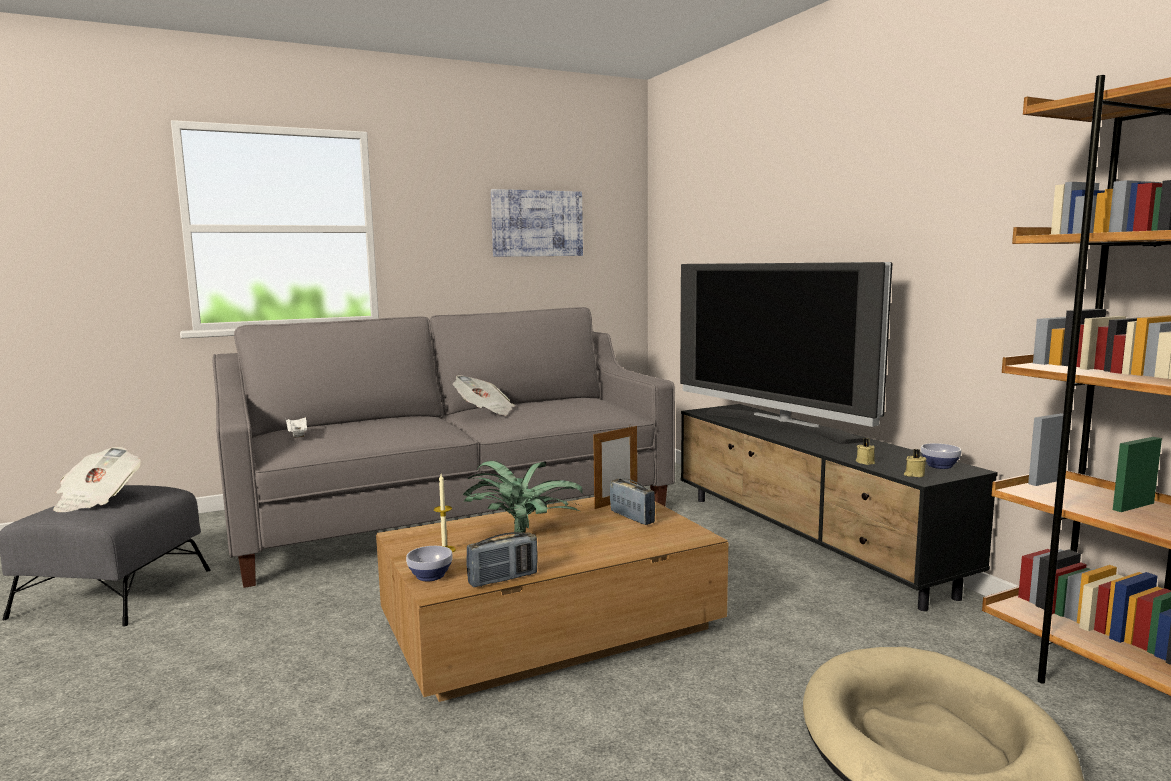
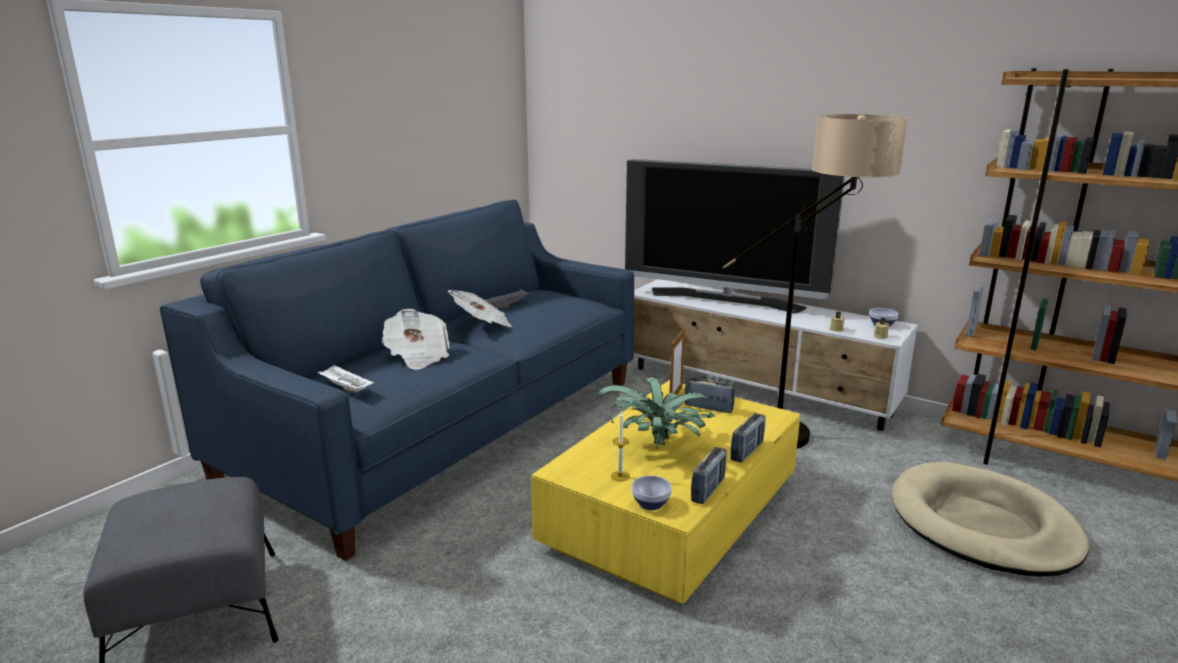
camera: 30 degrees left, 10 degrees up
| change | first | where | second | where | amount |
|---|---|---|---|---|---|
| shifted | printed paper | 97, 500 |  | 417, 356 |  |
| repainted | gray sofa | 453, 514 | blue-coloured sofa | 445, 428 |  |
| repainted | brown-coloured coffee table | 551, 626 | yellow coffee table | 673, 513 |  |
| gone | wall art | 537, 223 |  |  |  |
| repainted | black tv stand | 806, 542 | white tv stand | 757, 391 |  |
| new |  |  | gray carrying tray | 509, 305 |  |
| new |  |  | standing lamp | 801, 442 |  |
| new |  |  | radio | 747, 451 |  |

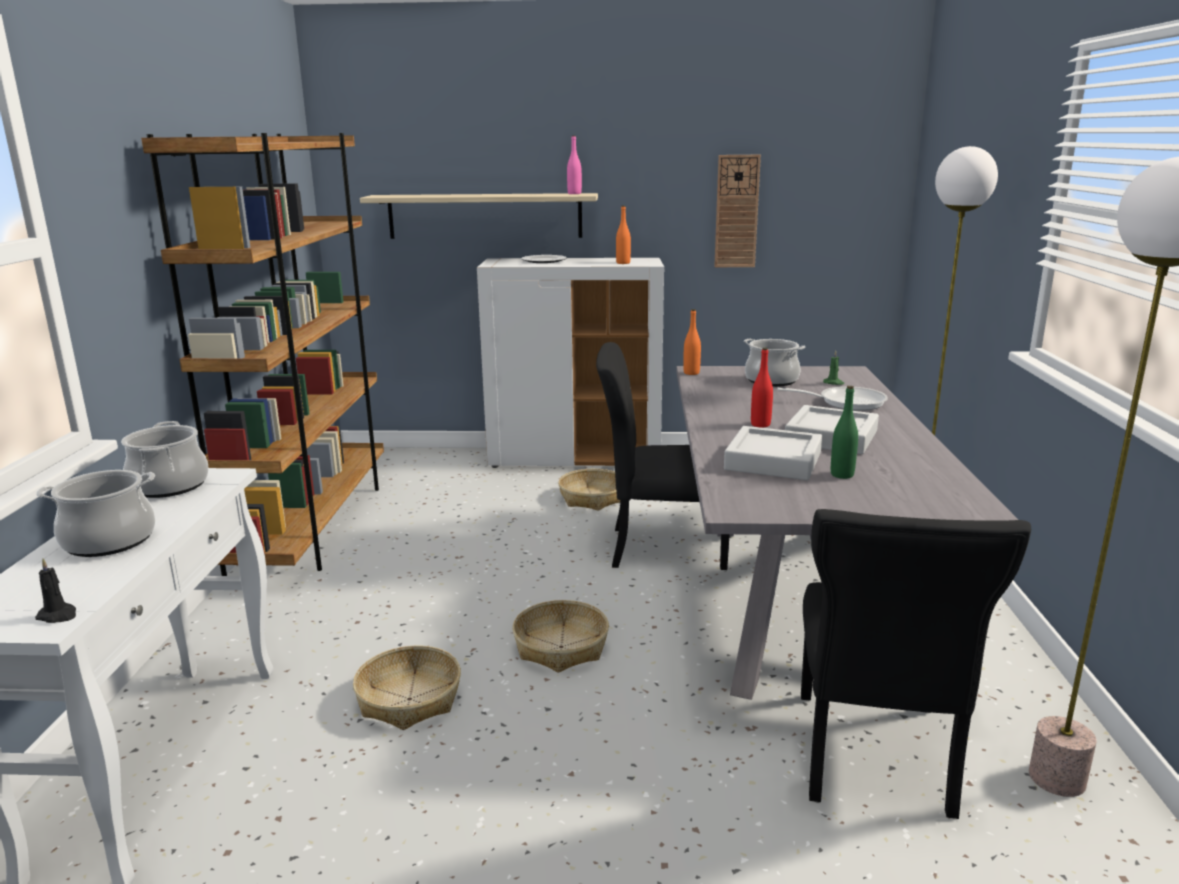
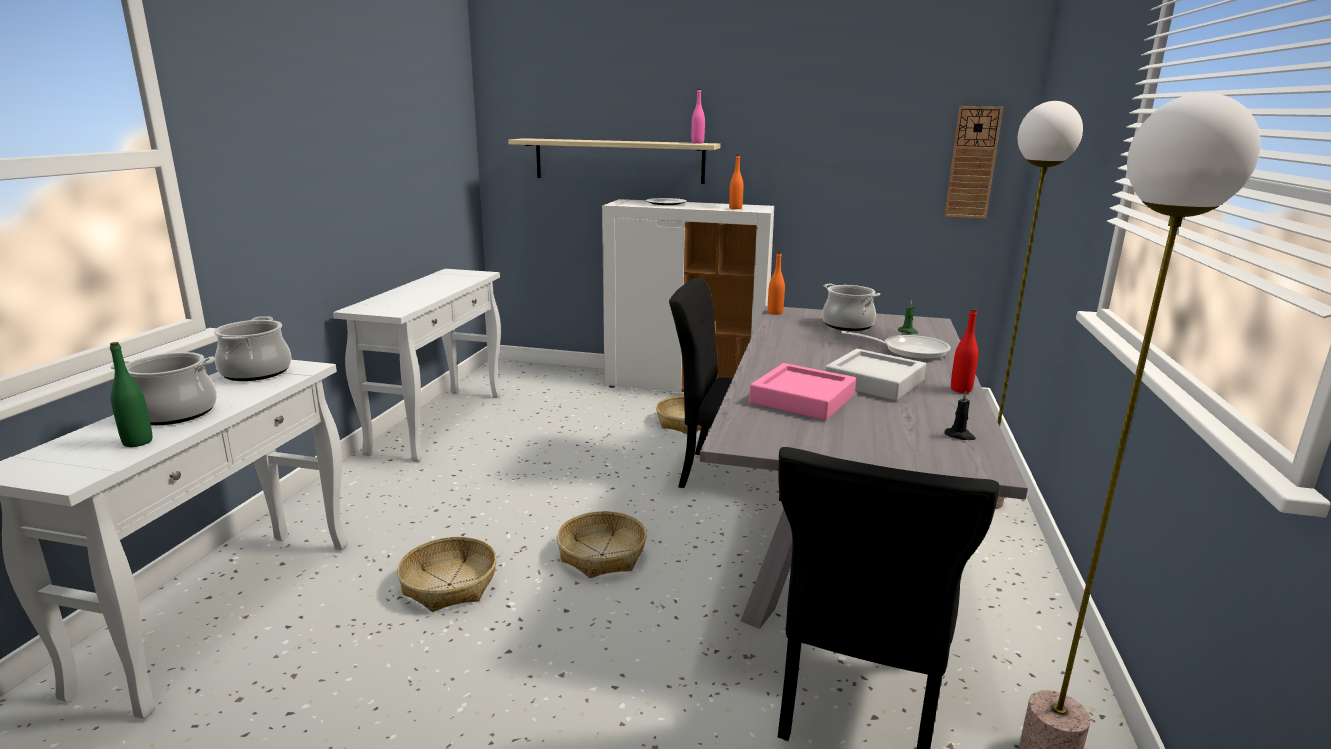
camera: 10 degrees right, 0 degrees up
| change | first | where | second | where | amount |
|---|---|---|---|---|---|
| shifted | black candle | 58, 616 |  | 960, 436 |  |
| swapped | brown-coloured shelving unit | 314, 525 | white hall table | 438, 422 |  |
| shifted | clock on the wall | 736, 211 |  | 972, 163 |  |
| repainted | gray carrying tray | 773, 461 | pinkish carrying tray | 802, 399 |  |
| shifted | red bottle | 760, 424 |  | 961, 389 |  |
| shifted | green-coloured bottle | 842, 475 |  | 138, 442 |  |

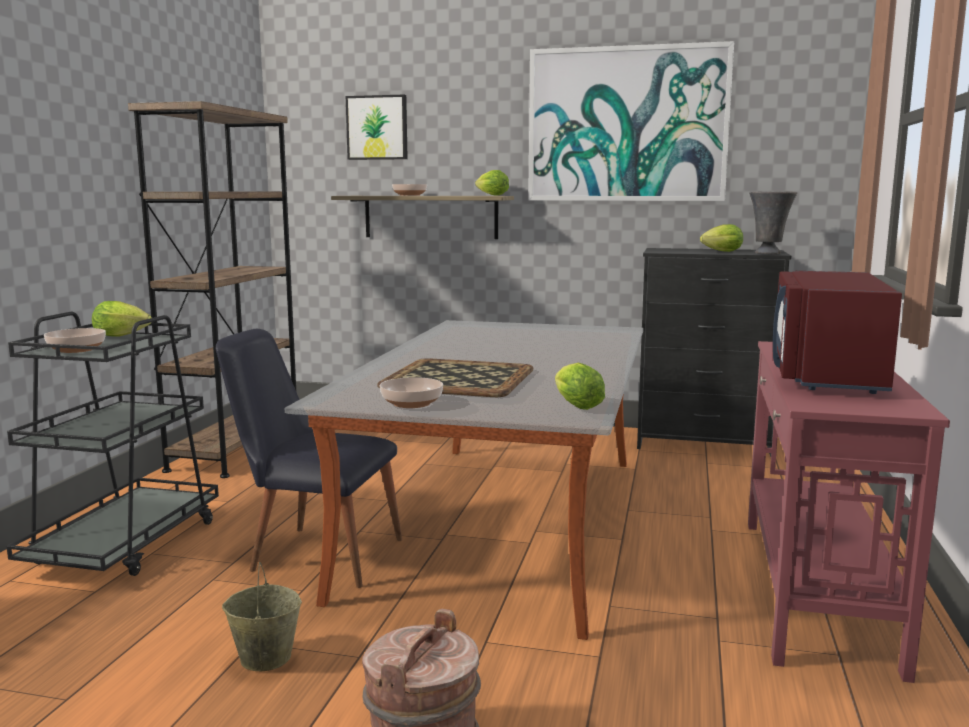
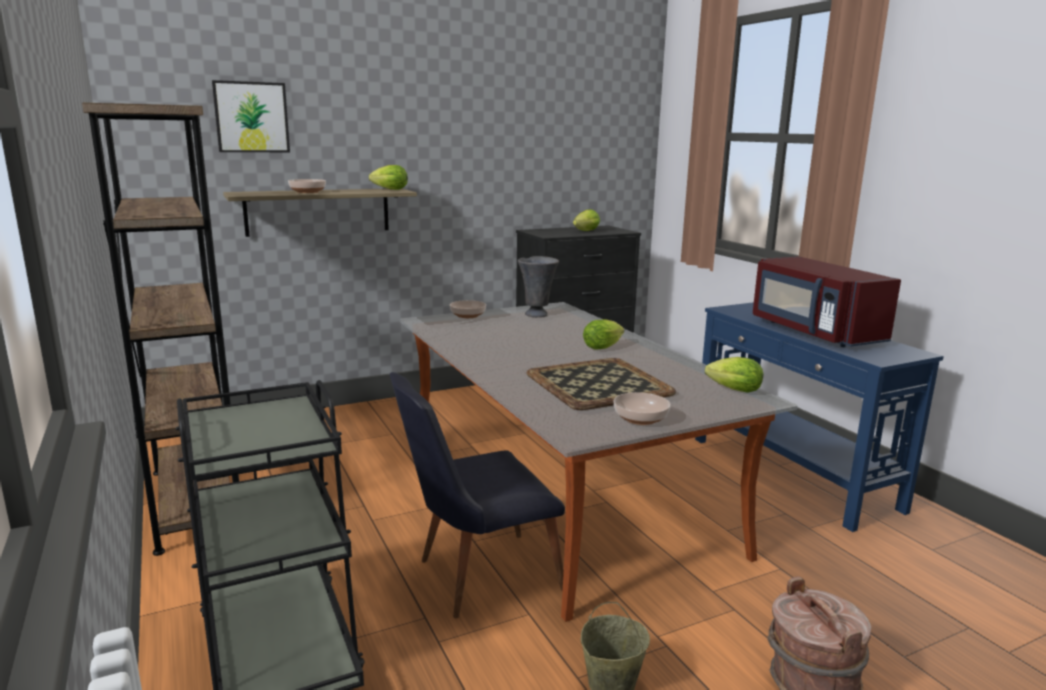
camera: 40 degrees left, 5 degrees up
| change | first | where | second | where | amount |
|---|---|---|---|---|---|
| shifted | serving bowl | 75, 349 |  | 467, 315 |  |
| shifted | lettuce head | 124, 336 |  | 604, 347 |  |
| gone | wall art | 627, 125 |  |  |  |
| repainted | red hall table | 814, 589 | blue-coloured hall table | 791, 473 |  |
| shifted | gray vase | 769, 253 |  | 537, 314 |  |

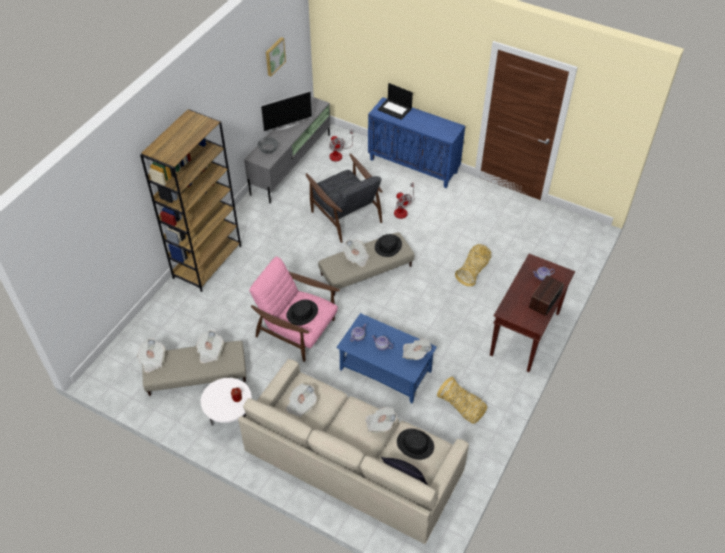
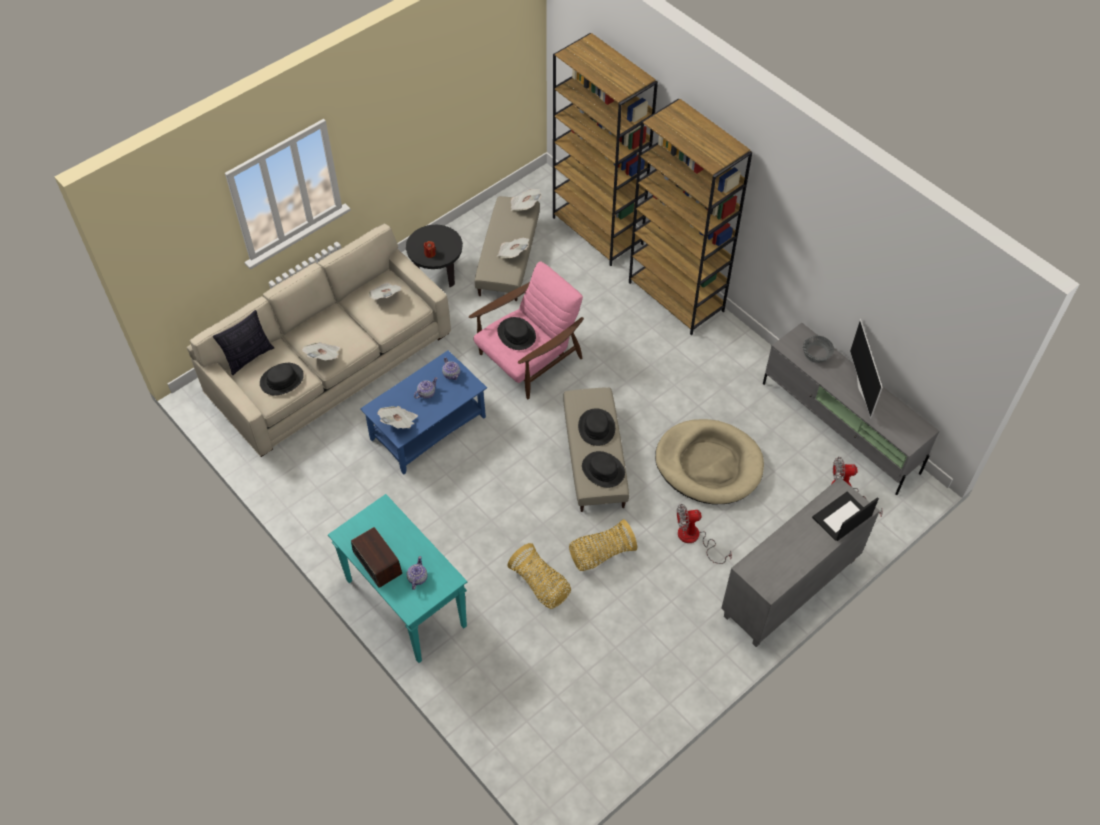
camera: 110 degrees right, 5 degrees up
| change | first | where | second | where | amount |
|---|---|---|---|---|---|
| repainted | white accent table | 230, 419 | black accent table | 437, 273 |  |
| gone | wall art | 274, 56 |  |  |  |
| swapped | gray lounge chair | 345, 215 | beige pet bed | 708, 464 |  |
| swapped | printed paper | 356, 258 | black wearable hat | 596, 427 |  |
| repainted | blue-coloured cabinet | 414, 165 | gray cabinet | 789, 589 |  |
| shifted | household basket | 462, 407 |  | 600, 554 |  |
| repainted | brown-coloured hall table | 525, 335 | blue-green hall table | 404, 603 |  |
| new |  |  | brown-coloured shelving unit | 598, 231 |  |

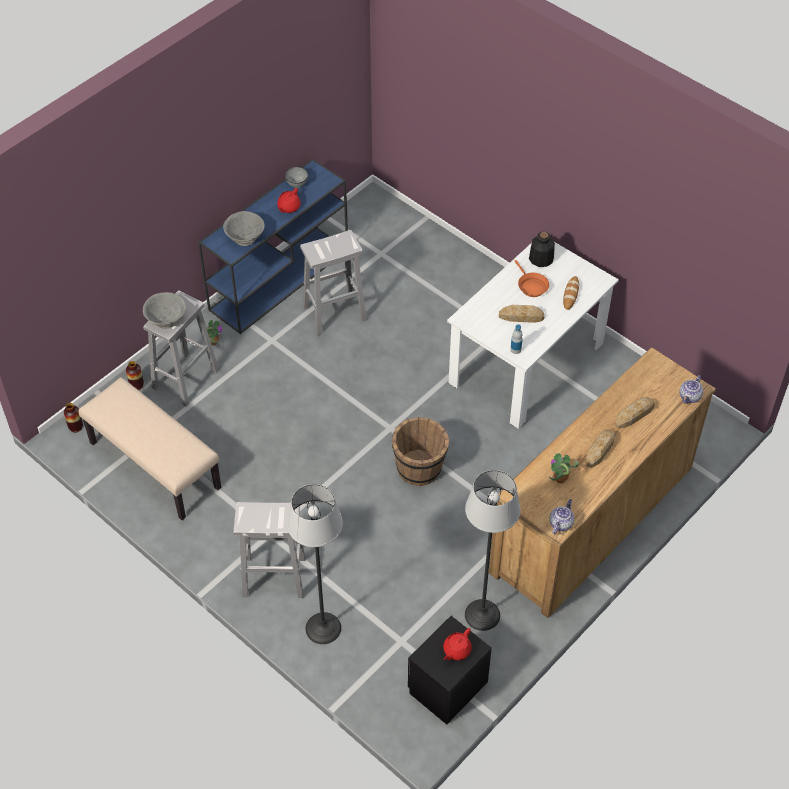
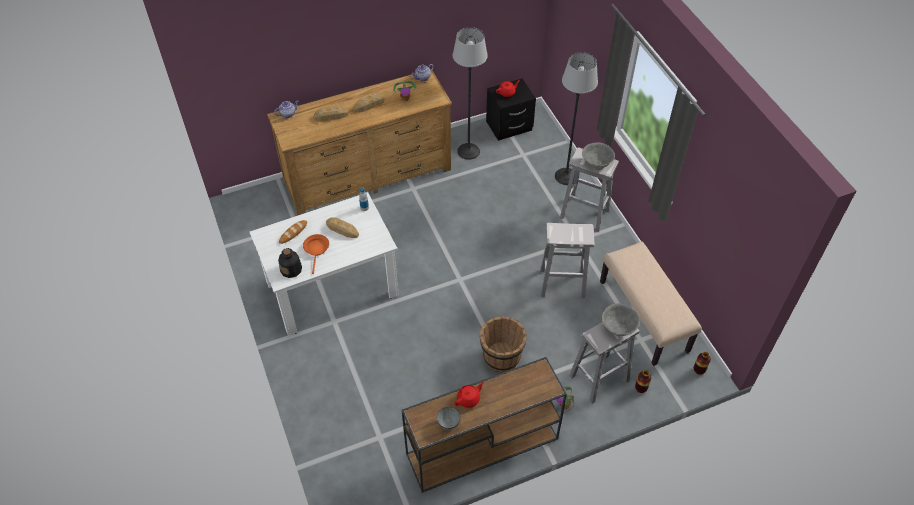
camera: 155 degrees left, 0 degrees up
| change | first | where | second | where | amount |
|---|---|---|---|---|---|
| repainted | blue-coloured hall table | 280, 278 | brown-coloured hall table | 481, 447 |  |
| shifted | gray serving bowl | 245, 238 |  | 596, 164 |  |
| shifted | white stool seat | 335, 313 |  | 561, 283 |  |
| shifted | brown-coloured water bucket | 419, 468 |  | 501, 357 |  |

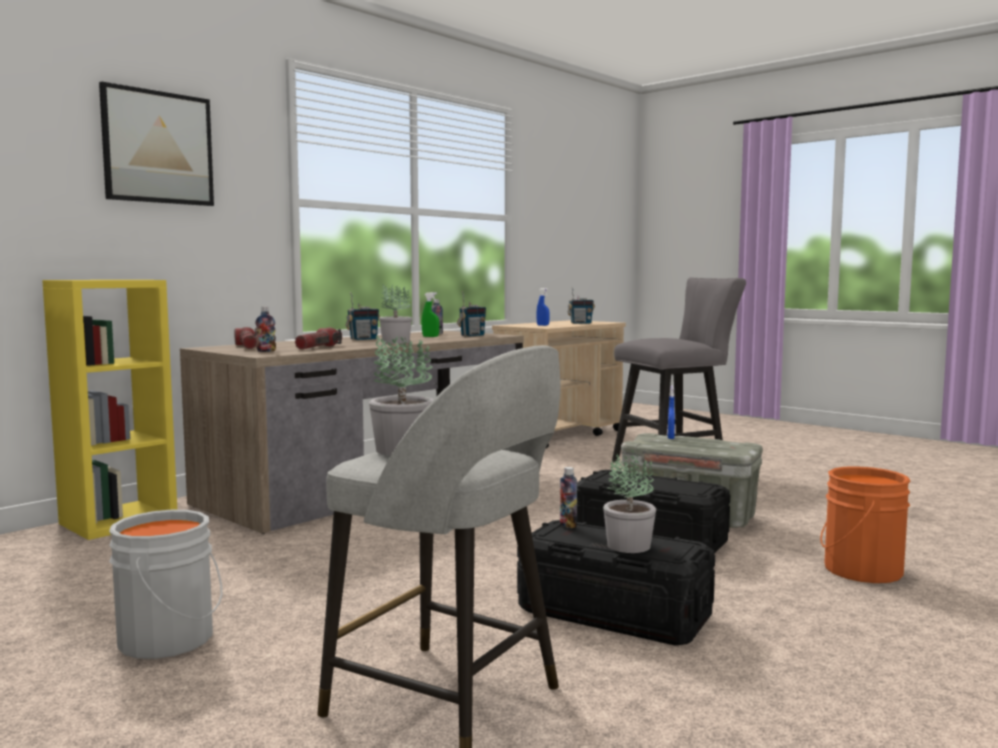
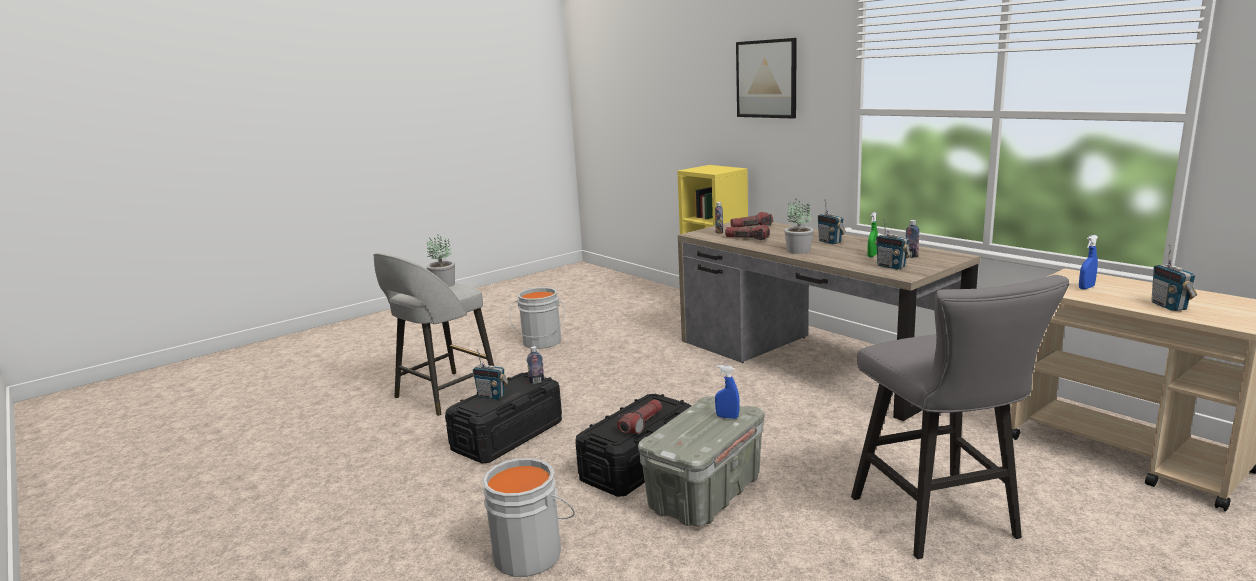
camera: 100 degrees right, 10 degrees up
| change | first | where | second | where | amount |
|---|---|---|---|---|---|
| swapped | houseplant | 628, 545 | radio | 491, 396 |  |
| repainted | orange-coloured water bucket | 858, 570 | gray water bucket | 529, 553 |  |
| new |  |  | flashlight | 641, 424 |  |

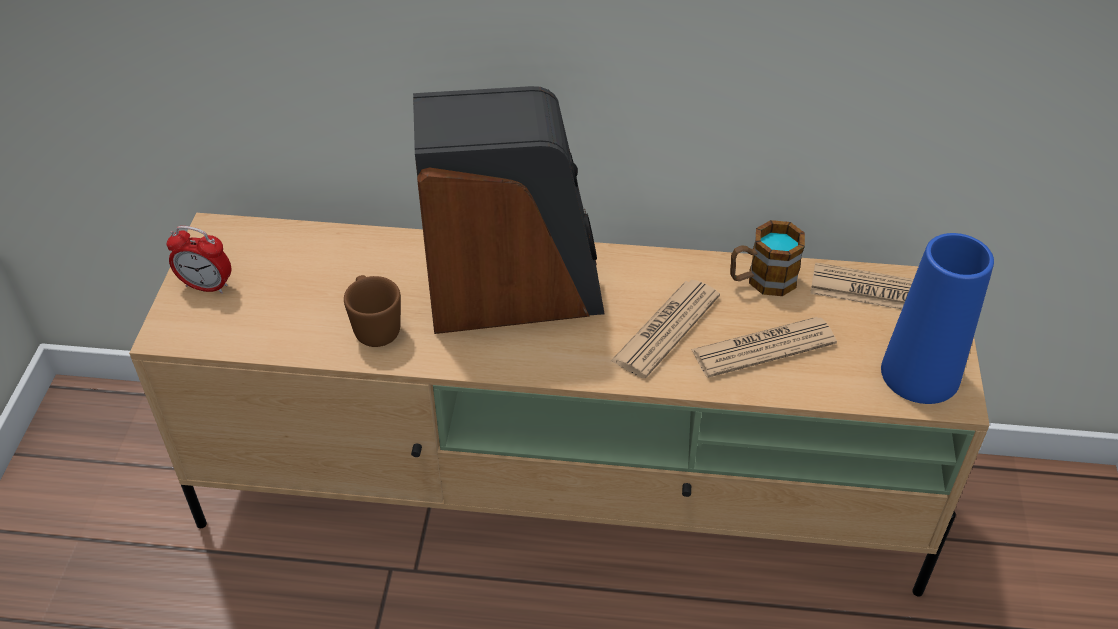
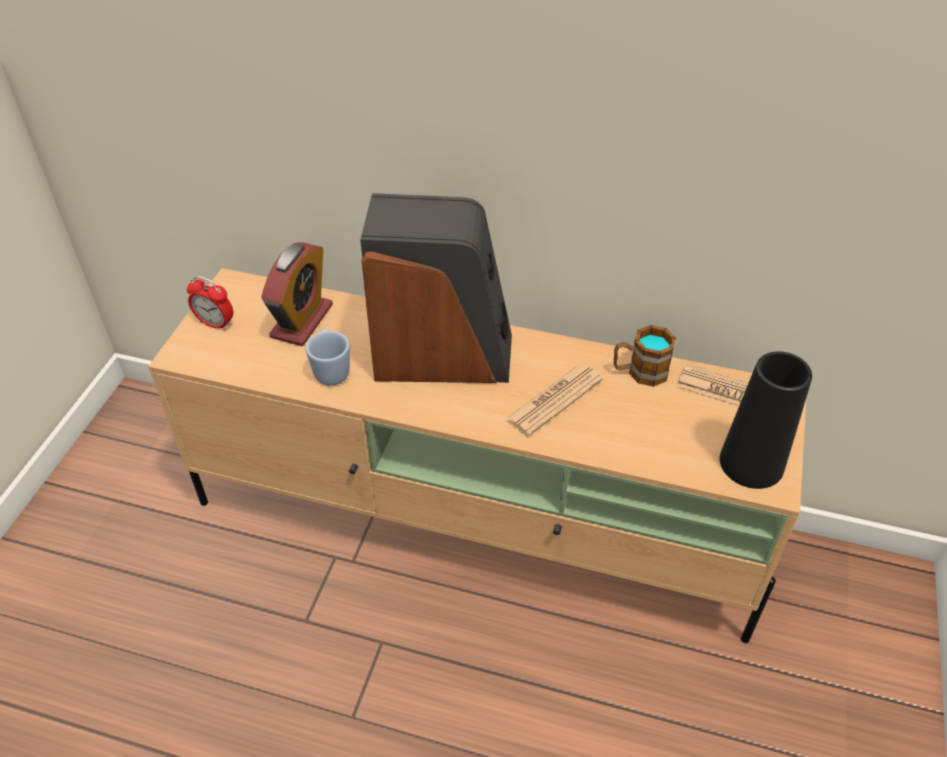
camera: 10 degrees right, 0 degrees up
| change | first | where | second | where | amount |
|---|---|---|---|---|---|
| repainted | brown-coloured tea mug | 375, 327 | blue-coloured tea mug | 331, 370 |  |
| gone | printed paper | 763, 347 |  |  |  |
| repainted | blue-coloured vase | 920, 374 | black vase | 751, 463 |  |
| new |  |  | table clock | 302, 321 |  |

